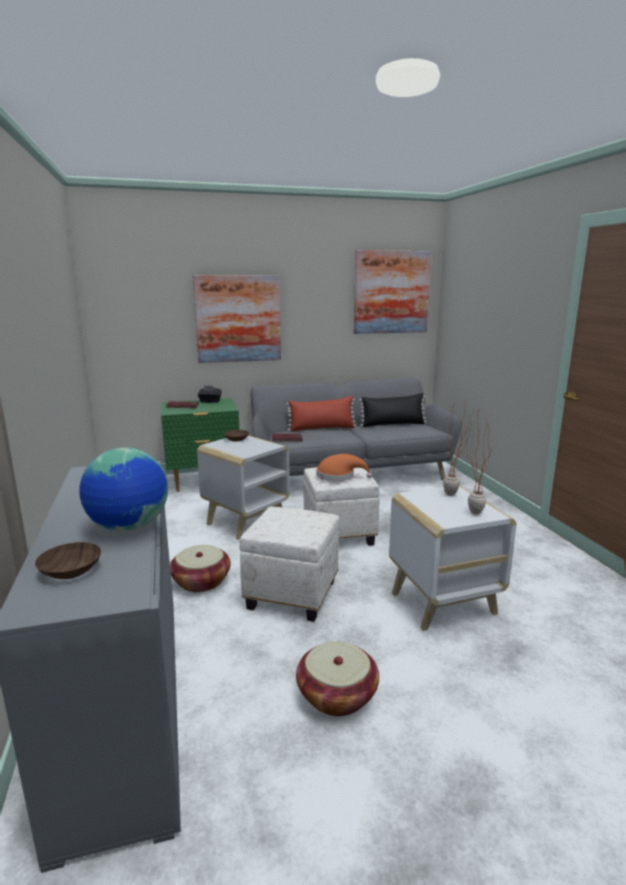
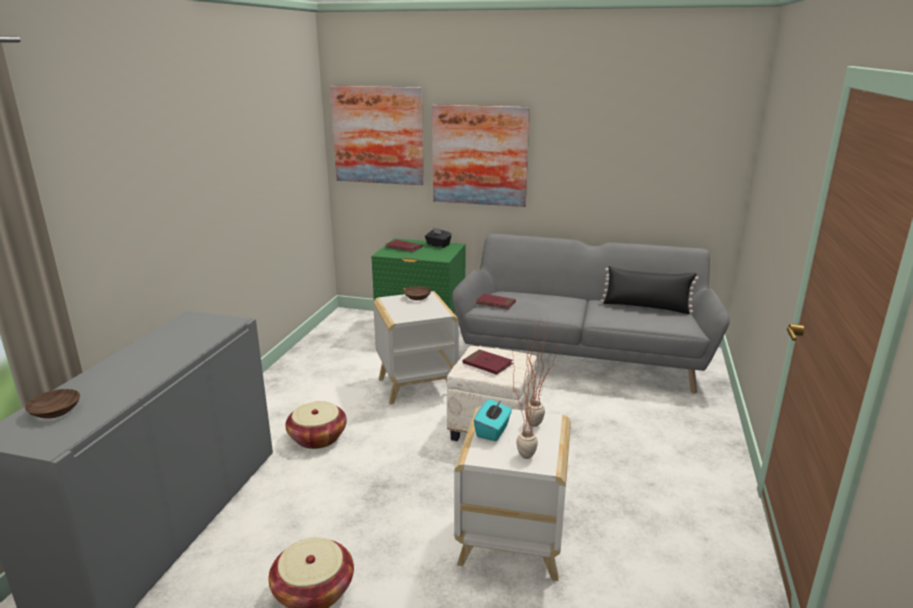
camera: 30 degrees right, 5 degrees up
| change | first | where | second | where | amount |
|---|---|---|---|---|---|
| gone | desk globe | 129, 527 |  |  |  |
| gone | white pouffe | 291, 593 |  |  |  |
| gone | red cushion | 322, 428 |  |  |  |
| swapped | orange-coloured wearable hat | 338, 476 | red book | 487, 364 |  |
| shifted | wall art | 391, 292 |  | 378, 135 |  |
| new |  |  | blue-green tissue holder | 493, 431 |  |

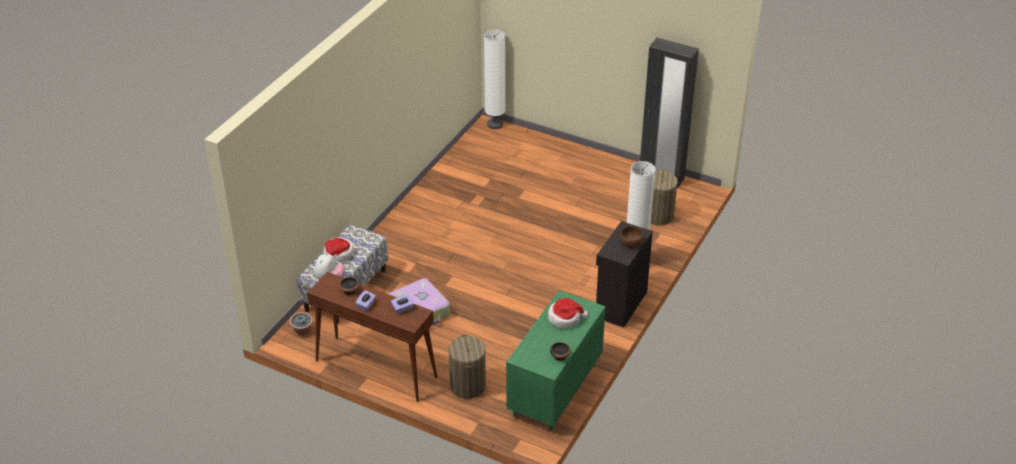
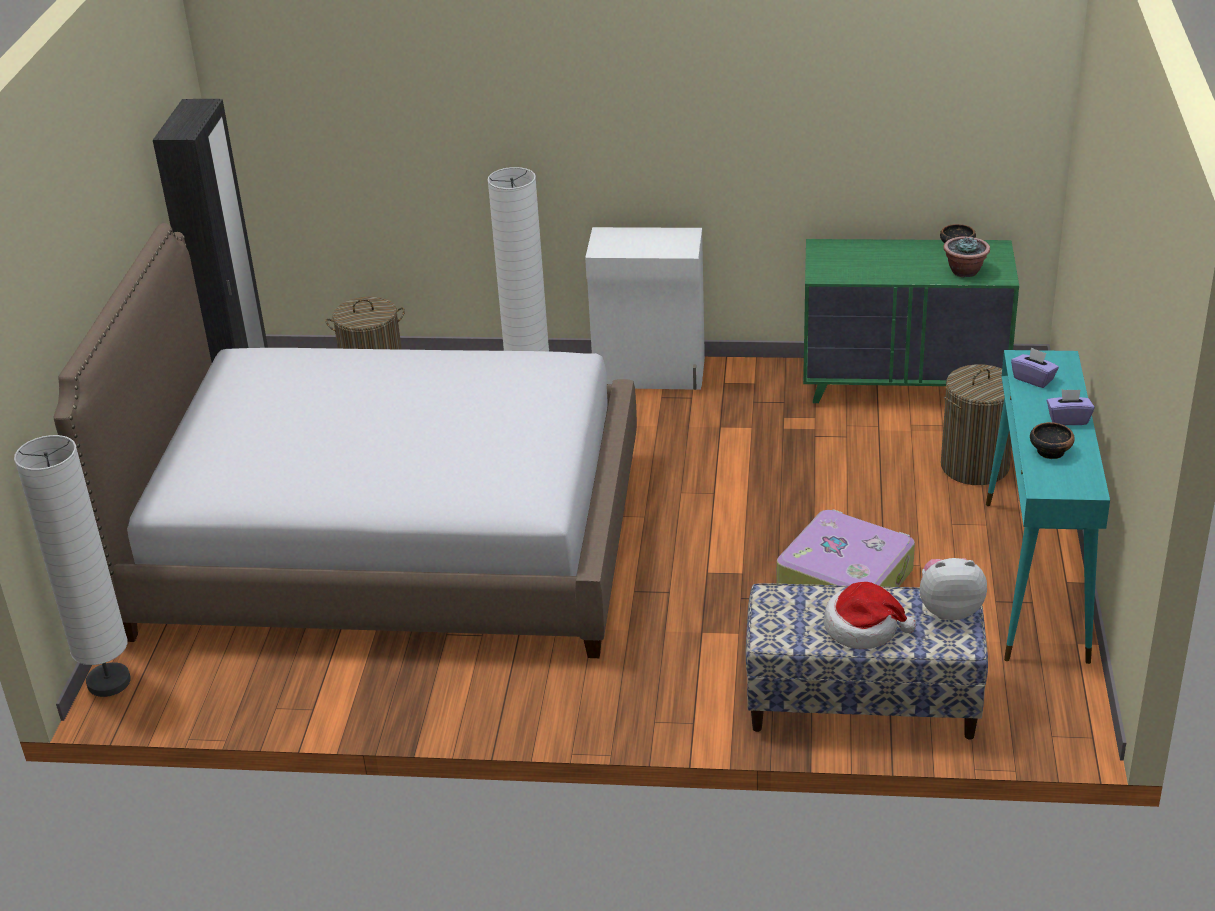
camera: 110 degrees left, 5 degrees down
| change | first | where | second | where | amount |
|---|---|---|---|---|---|
| shifted | houseplant | 302, 330 |  | 964, 271 |  |
| repainted | brown-coloured hall table | 375, 368 | blue-green hall table | 1035, 579 |  |
| gone | wearable hat | 565, 318 |  |  |  |
| repainted | black cabinet | 620, 304 | white cabinet | 650, 374 |  |
| gone | brown-coloured serving bowl | 630, 244 |  |  |  |
| new |  |  | bedroom bed | 389, 544 |  |

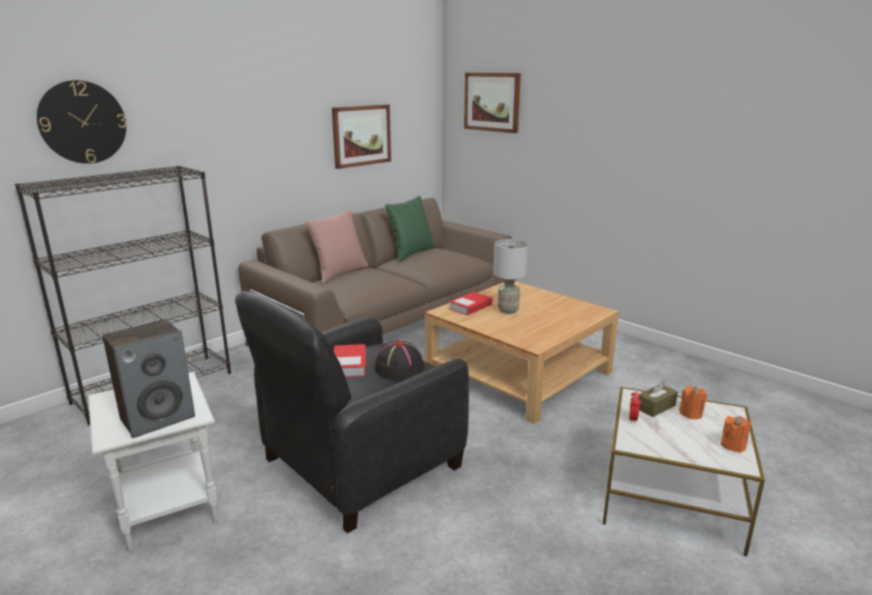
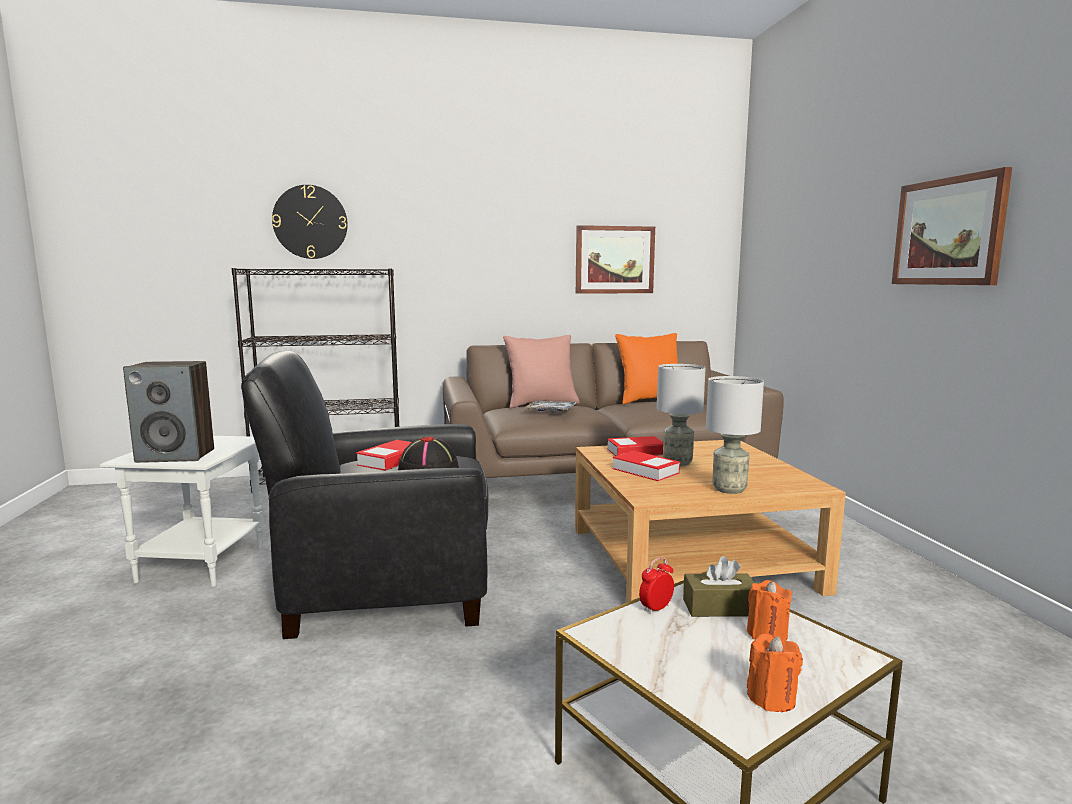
camera: 35 degrees right, 10 degrees down
| change | first | where | second | where | amount |
|---|---|---|---|---|---|
| repainted | green-coloured cushion | 411, 253 | orange-coloured cushion | 650, 400 |  |
| shifted | wall art | 492, 102 |  | 948, 231 |  |
| new |  |  | carrying tray | 551, 411 |  |
| new |  |  | book | 645, 471 |  |
| new |  |  | gray tabletop lamp | 728, 489 |  |

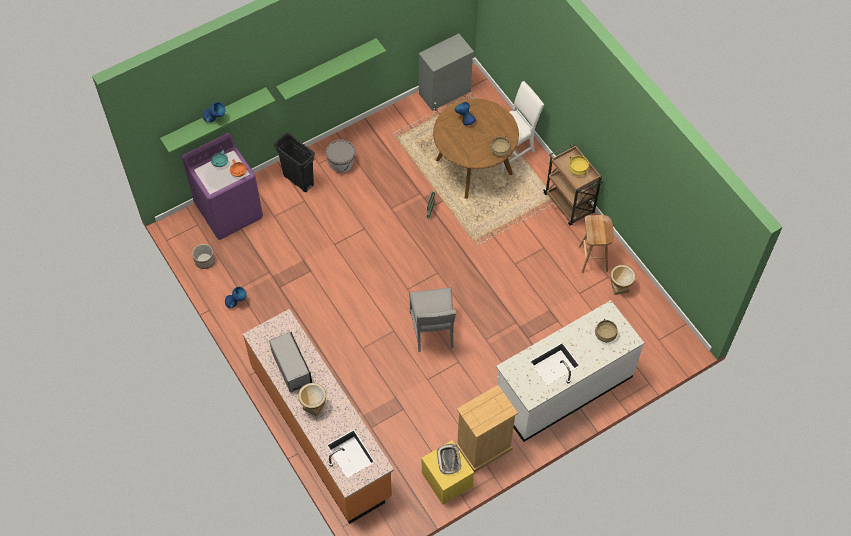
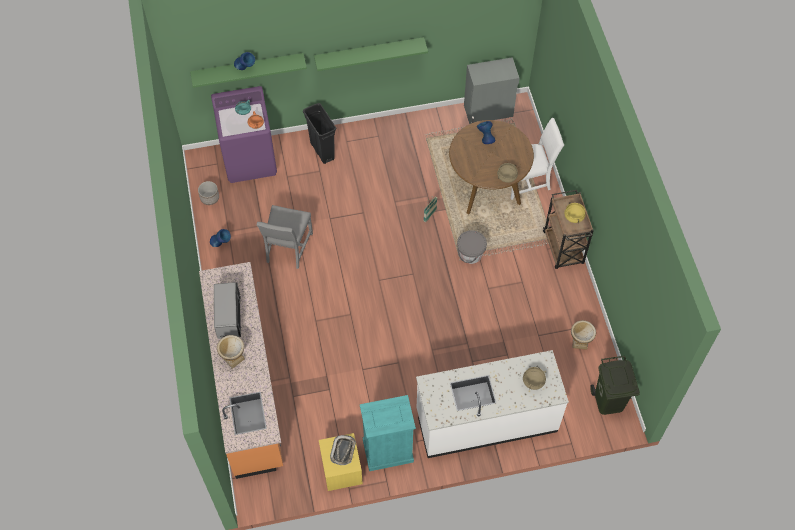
camera: 20 degrees right, 0 degrees up
| change | first | where | second | where | amount |
|---|---|---|---|---|---|
| shifted | gray water bucket | 341, 163 |  | 470, 254 |  |
| shifted | gray chair | 433, 331 |  | 287, 249 |  |
| repainted | beige drawer chest | 483, 448 | blue-green drawer chest | 387, 451 |  |
| gone | brown-coloured stool seat | 593, 259 |  |  |  |
| new |  |  | green-coloured waste bin | 608, 401 |  |

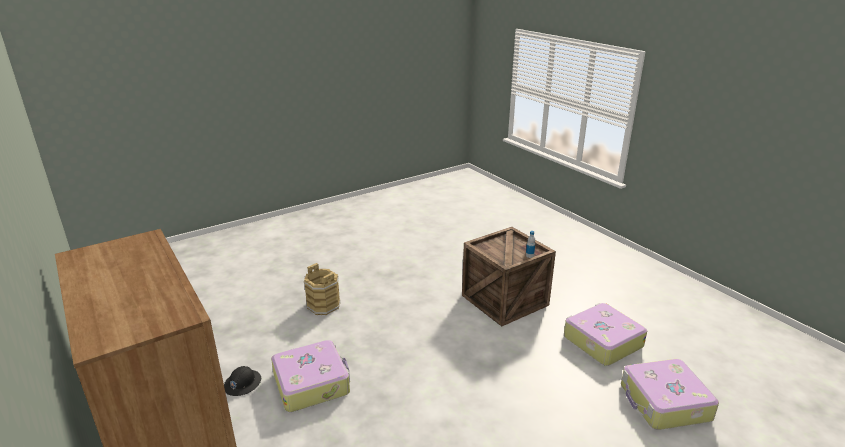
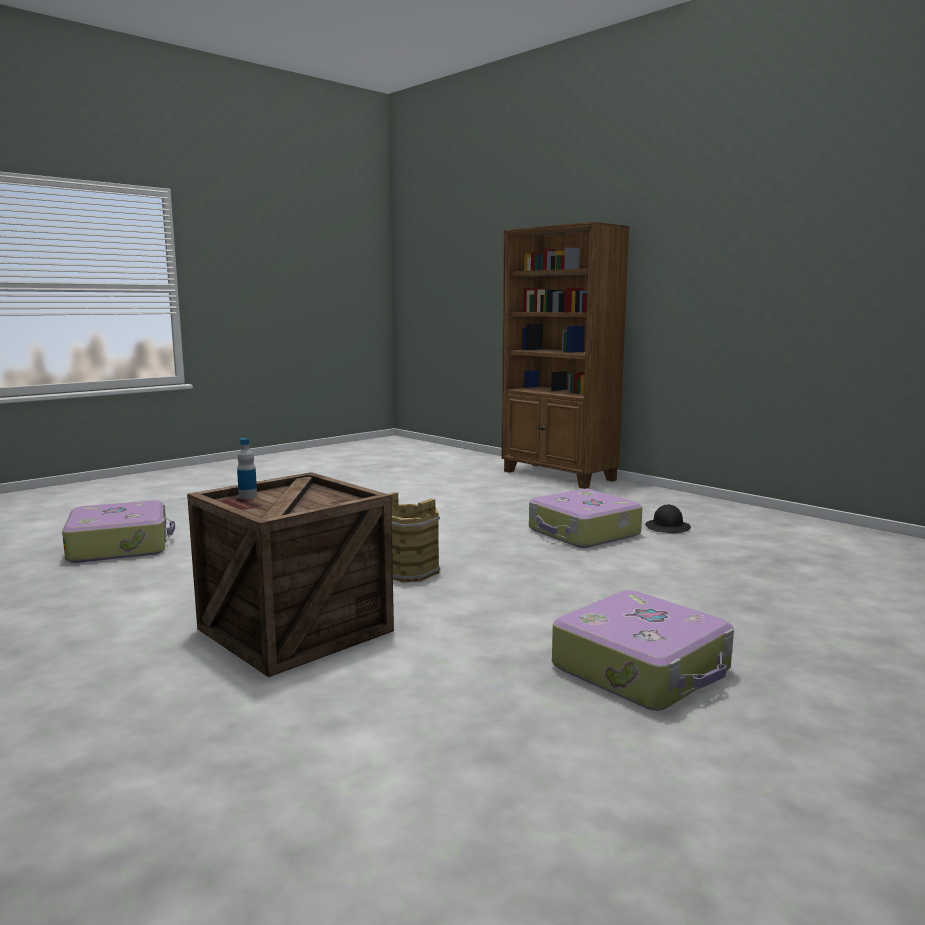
camera: 170 degrees right, 15 degrees down
| change | first | where | second | where | amount |
|---|---|---|---|---|---|
| shifted | brown-coloured water bucket | 324, 305 |  | 408, 572 |  |
| shifted | travel case | 601, 341 |  | 643, 669 |  |

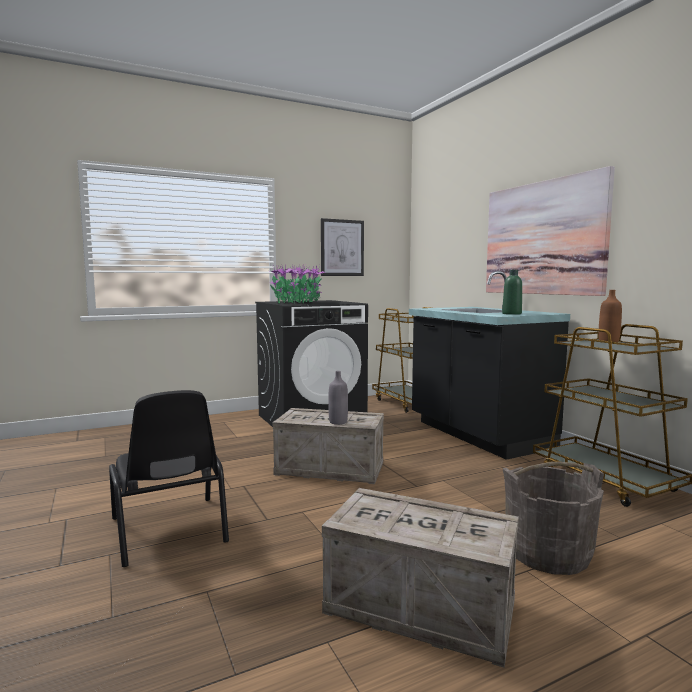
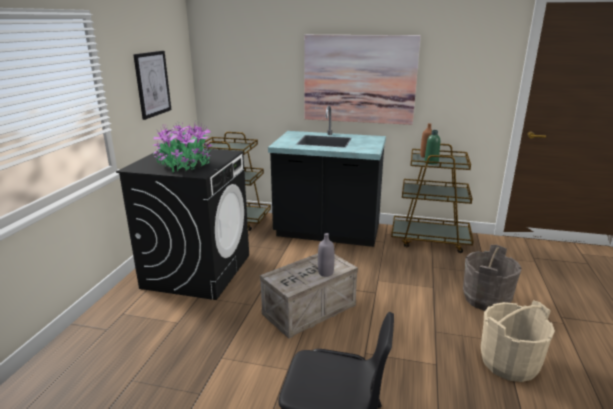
camera: 50 degrees left, 15 degrees up
| change | first | where | second | where | amount |
|---|---|---|---|---|---|
| swapped | shipping crate | 423, 607 | beige water bucket | 509, 362 |  |
| shifted | green-coloured bottle | 511, 314 |  | 431, 162 |  |

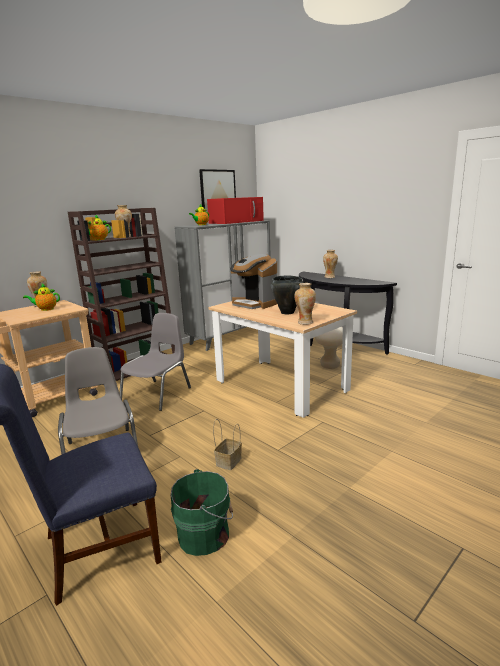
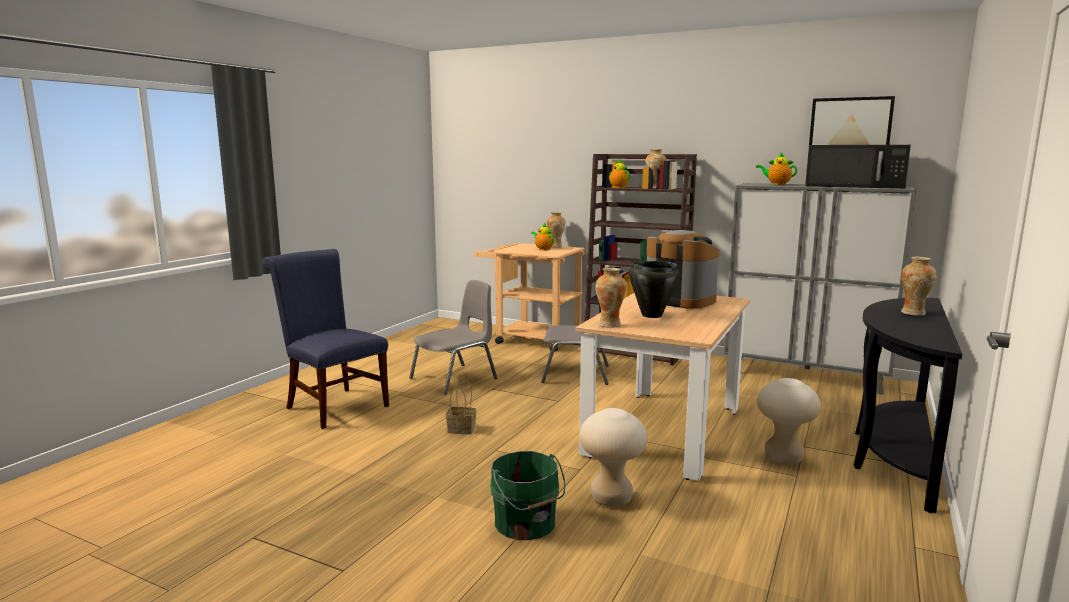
camera: 70 degrees right, 5 degrees down
| change | first | where | second | where | amount |
|---|---|---|---|---|---|
| shifted | green-coloured water bucket | 206, 534 |  | 526, 525 |  |
| repainted | red microwave | 237, 222 | black microwave | 856, 186 |  |
| rotated | coffee brewer | 254, 304 |  | 679, 300 | 105 degrees clockwise |
| new |  |  | beige stool seat | 611, 499 |  |

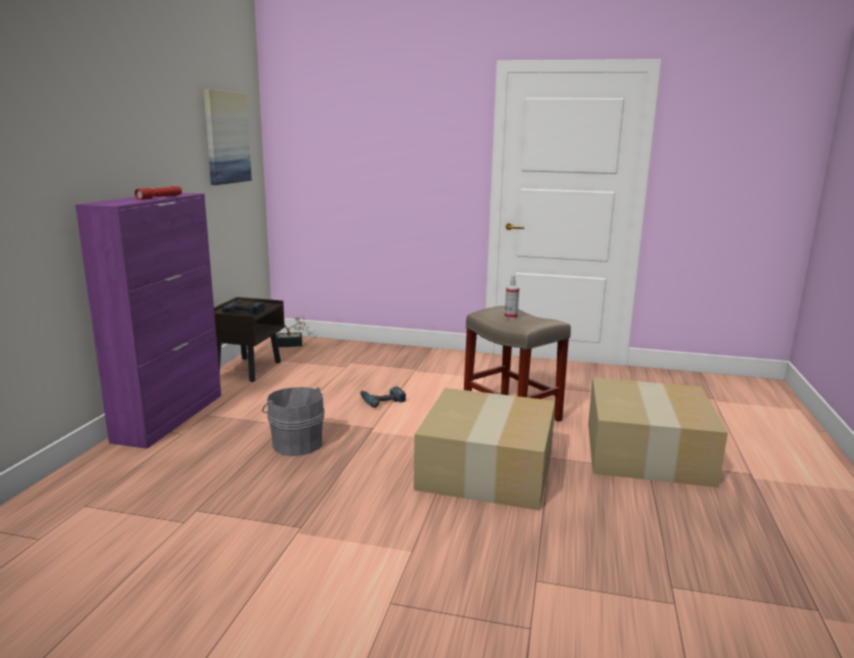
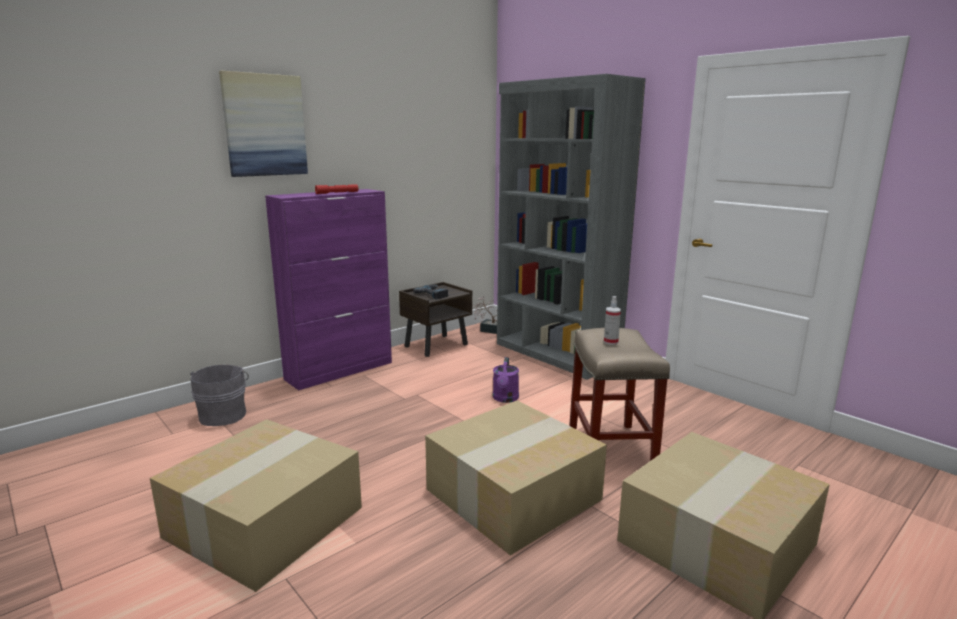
camera: 35 degrees right, 0 degrees up
| change | first | where | second | where | amount |
|---|---|---|---|---|---|
| shifted | wall art | 226, 137 |  | 265, 125 |  |
| shifted | gray water bucket | 296, 443 |  | 224, 415 |  |
| swapped | power drill | 382, 400 | purple-coloured sprinkling can | 505, 399 |  |
| new |  |  | packing box | 265, 520 |  |
| new |  |  | gray shelving unit | 556, 354 |  |

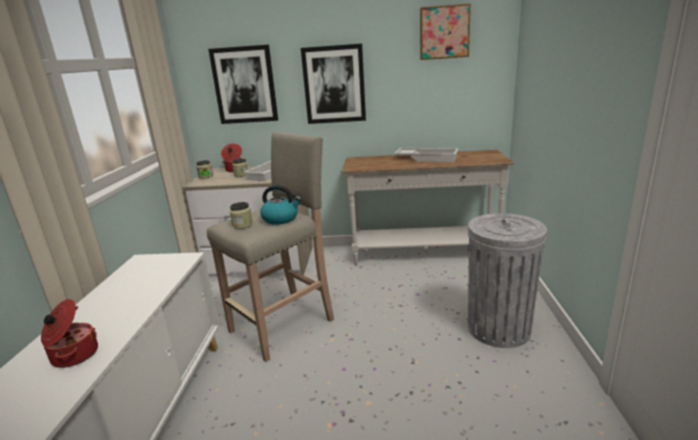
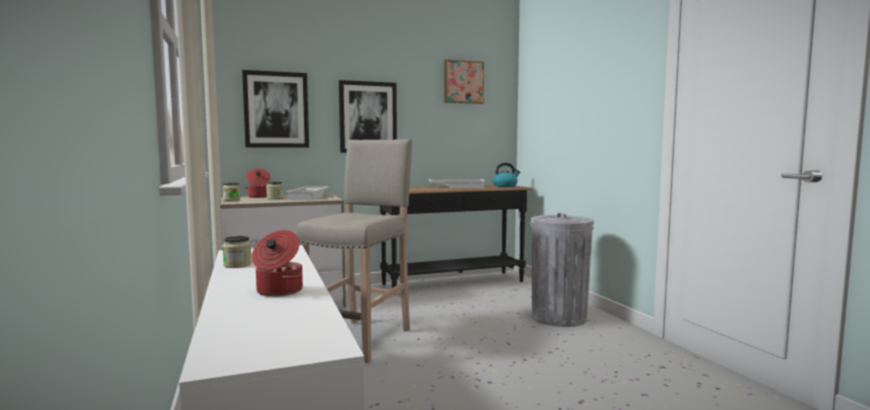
camera: 25 degrees left, 15 degrees down
| change | first | where | second | where | amount |
|---|---|---|---|---|---|
| shifted | storage jar | 242, 225 |  | 237, 265 |  |
| shifted | tea kettle | 281, 219 |  | 505, 186 |  |
| repainted | white hall table | 424, 254 | black hall table | 454, 283 |  |

